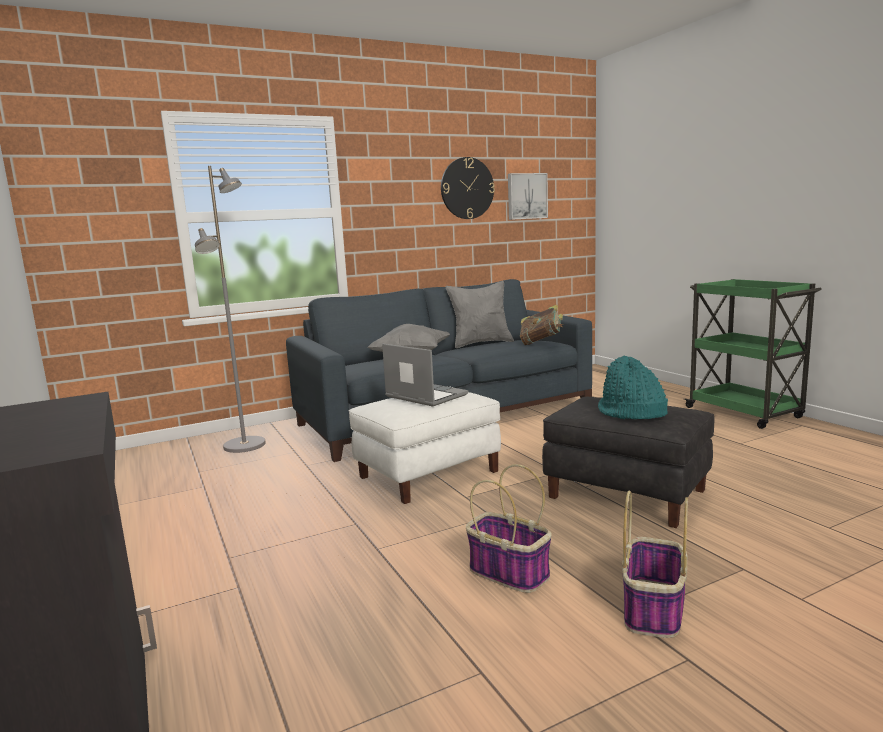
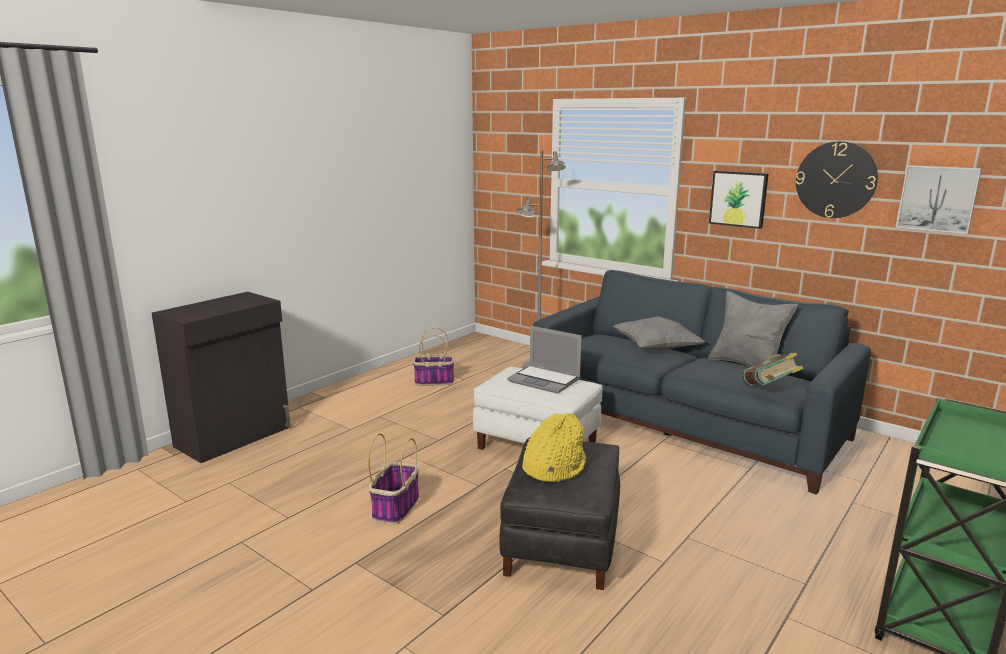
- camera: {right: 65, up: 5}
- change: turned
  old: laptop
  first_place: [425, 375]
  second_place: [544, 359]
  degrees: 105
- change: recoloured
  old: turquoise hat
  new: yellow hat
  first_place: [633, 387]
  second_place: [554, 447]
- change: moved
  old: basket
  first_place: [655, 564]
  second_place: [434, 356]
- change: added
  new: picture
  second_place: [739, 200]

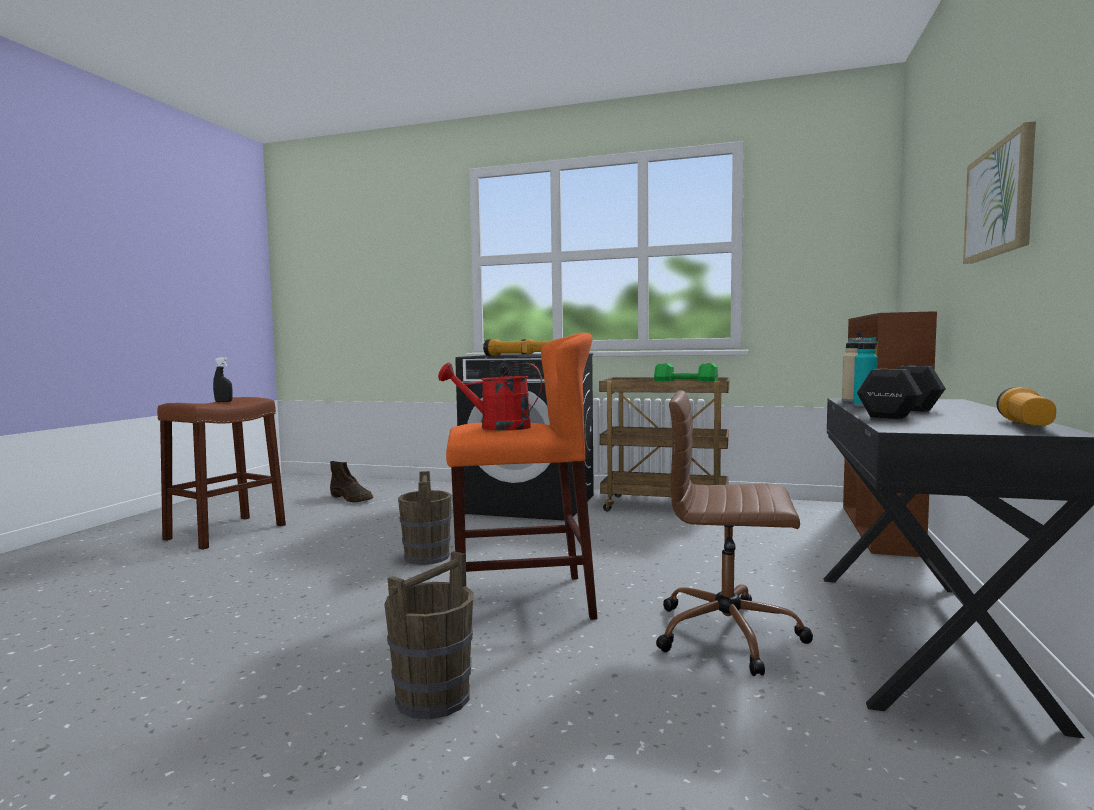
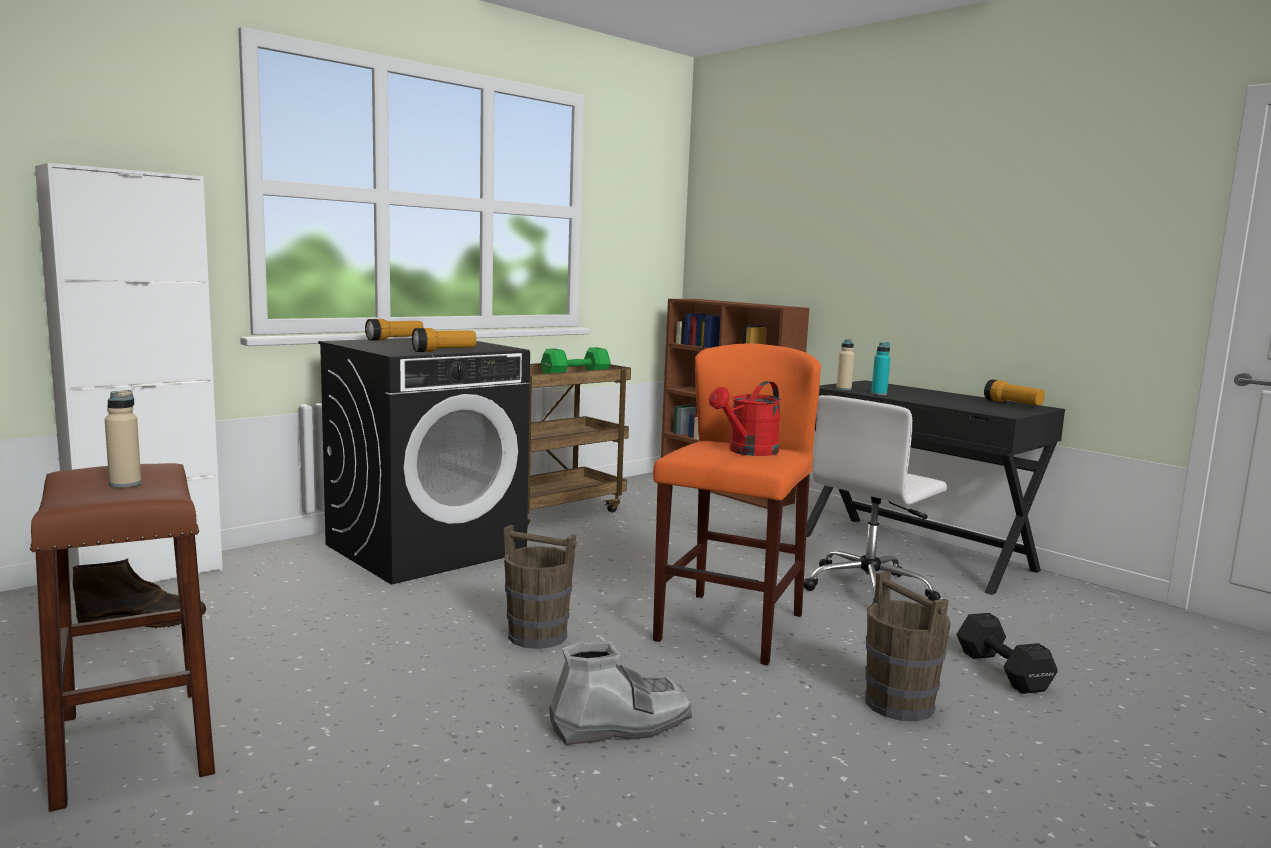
- camera: {right: -60, up: 5}
- change: replaced
  old: black spray bottle
  new: beige bottle
  first_place: [223, 379]
  second_place: [123, 439]
- change: recoloured
  old: brown office chair
  new: white office chair
  first_place: [734, 533]
  second_place: [875, 499]
- change: moved
  old: black dumbbell
  first_place: [901, 392]
  second_place: [1007, 653]
- change: removed
  old: picture
  first_place: [999, 192]
- change: added
  new: white cabinet
  second_place: [129, 374]
- change: added
  new: grey boot
  second_place: [620, 693]

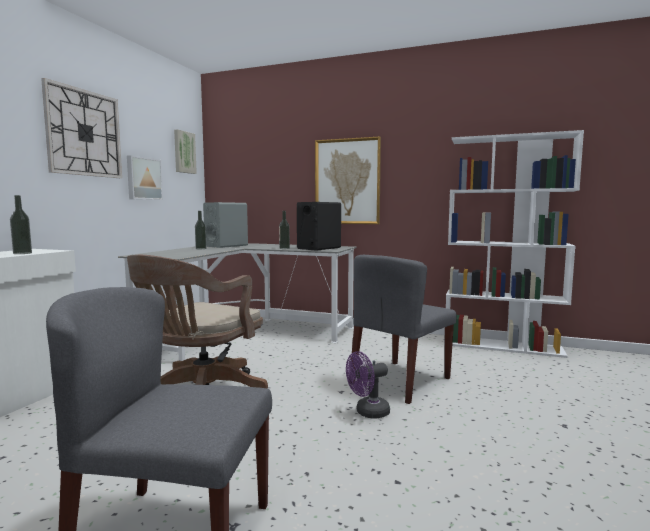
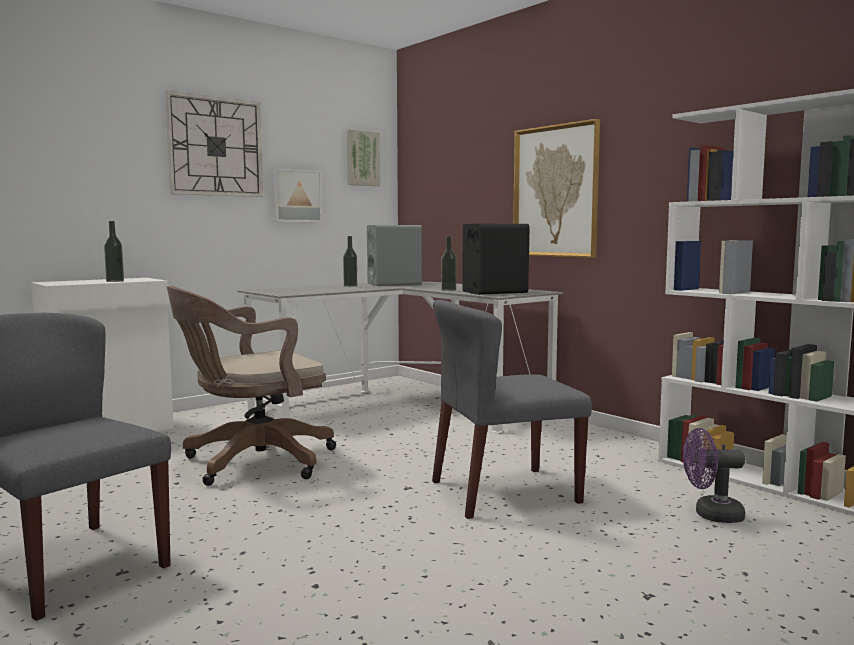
- camera: {right: 30, up: 0}
- change: moved
  old: purple fan
  first_place: [368, 385]
  second_place: [714, 475]

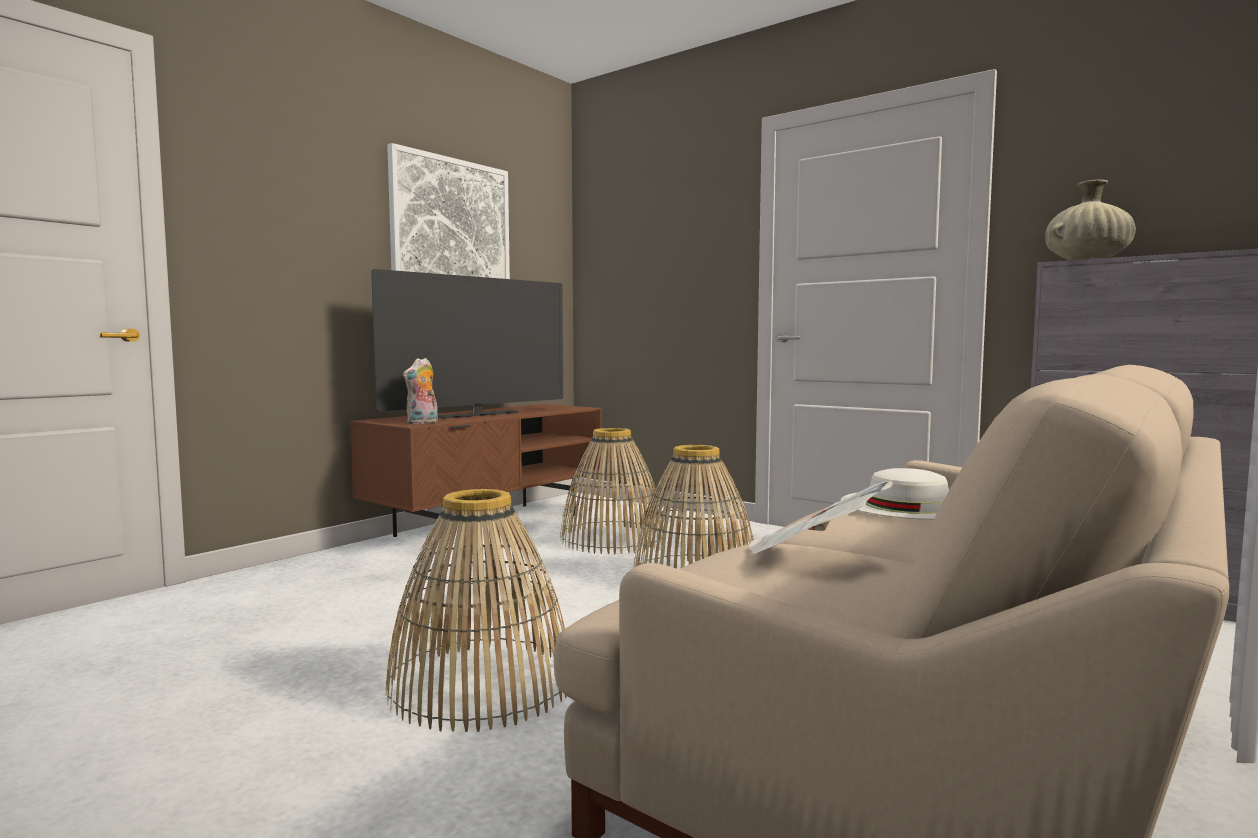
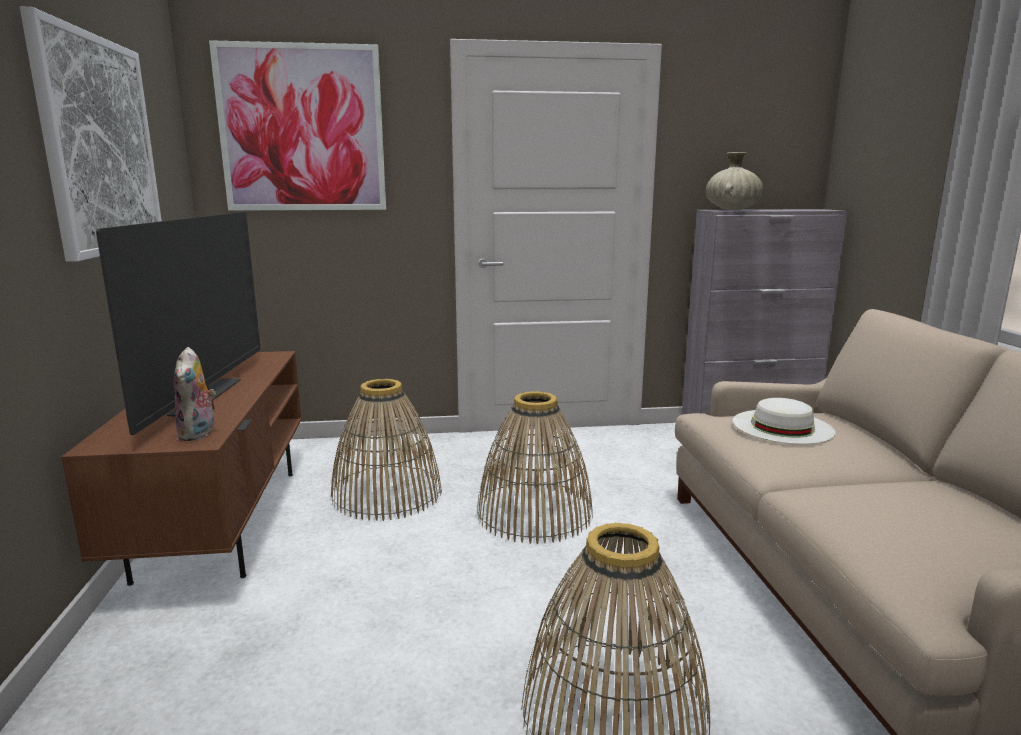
- camera: {right: -45, up: 10}
- change: removed
  old: newspaper
  first_place: [821, 518]
- change: added
  new: picture
  second_place: [297, 125]

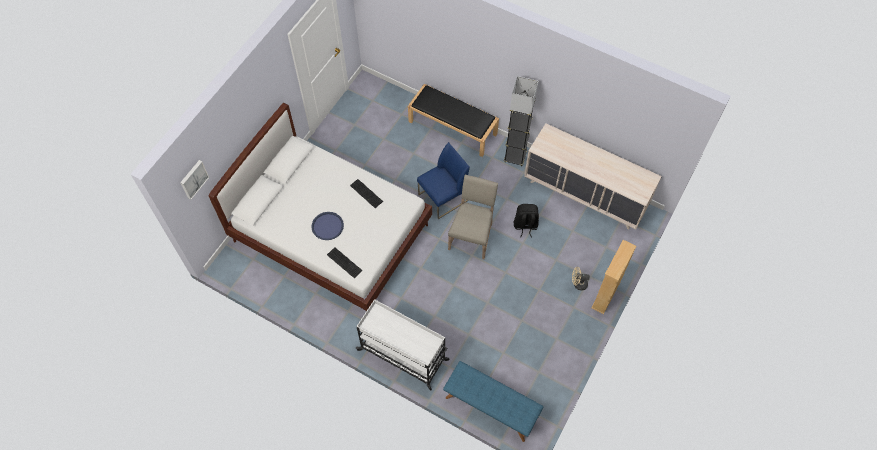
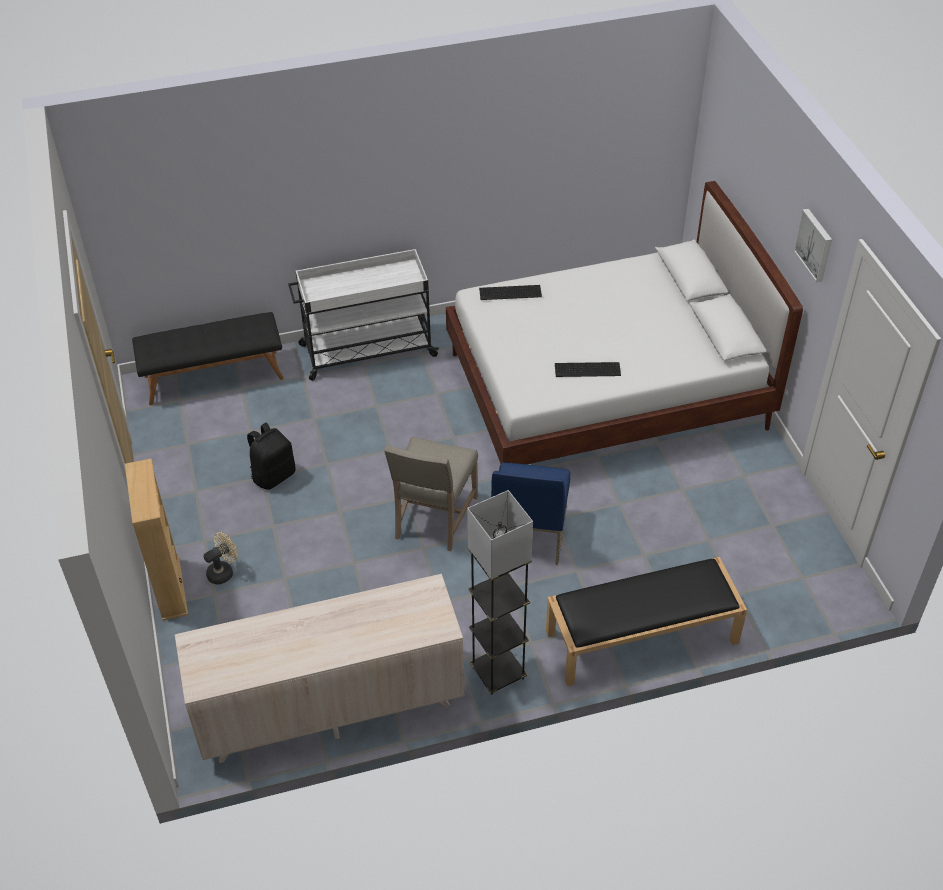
- camera: {right: 135, up: -15}
- change: moved
  old: picture
  first_place: [194, 180]
  second_place: [813, 245]
- change: removed
  old: blue tray
  first_place: [327, 226]
- change: recoloured
  old: blue bench
  new: black bench
  first_place: [493, 401]
  second_place: [208, 358]
- change: turned
  old: beige chair
  first_place: [473, 216]
  second_place: [431, 494]
  degrees: 45
- change: moved
  old: black backpack
  first_place: [526, 221]
  second_place: [271, 456]

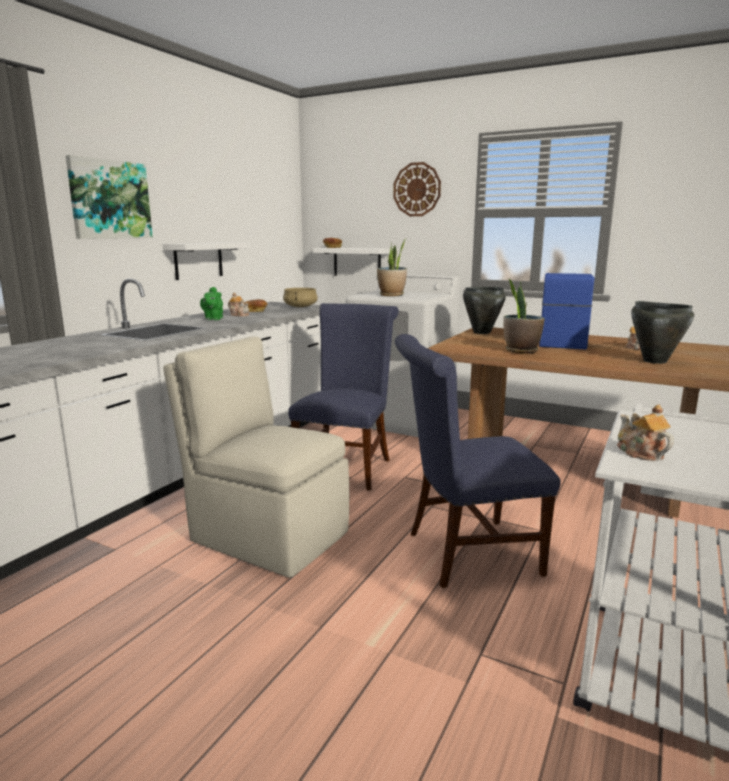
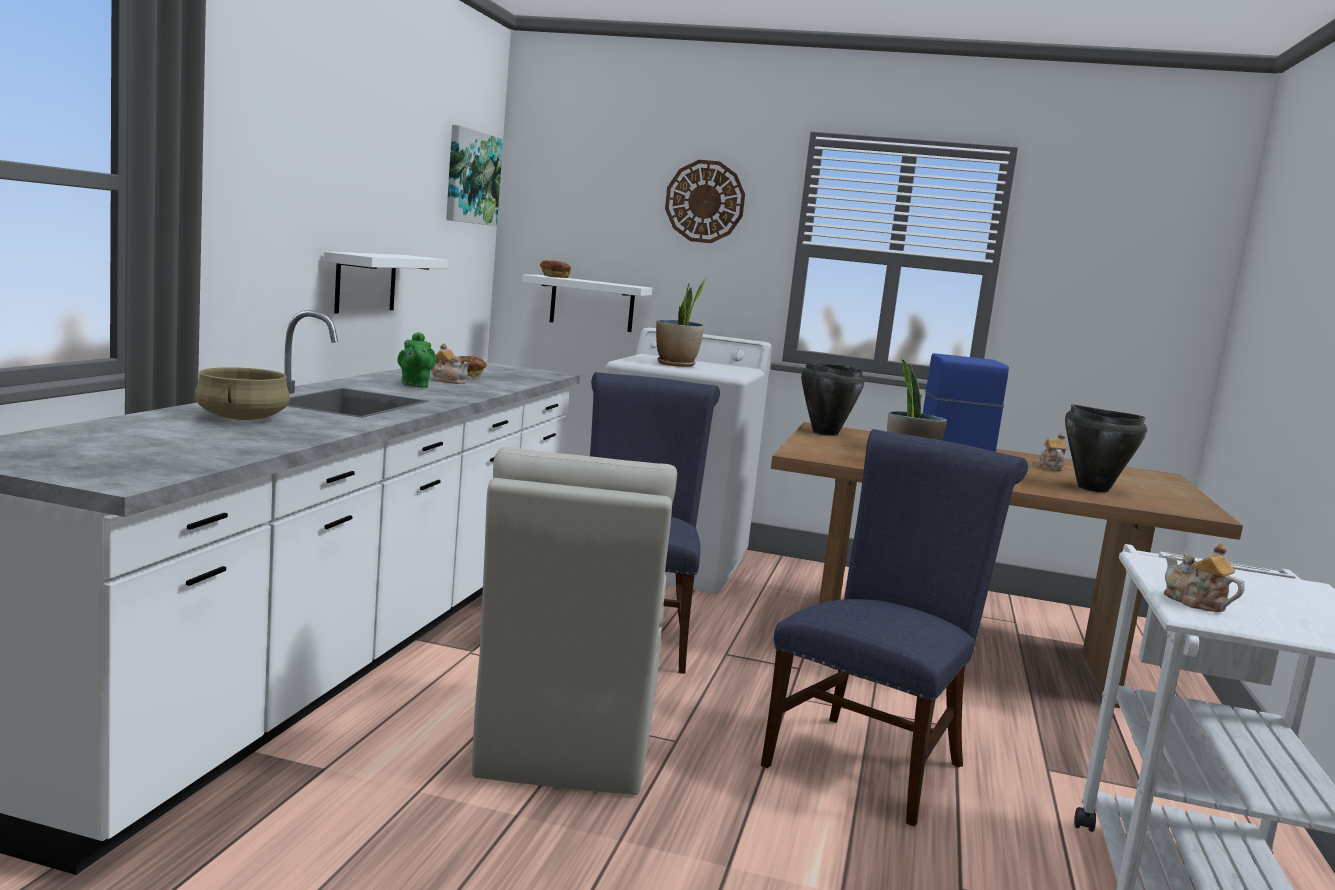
- camera: {right: -15, up: -5}
- change: moved
  old: picture
  first_place: [109, 197]
  second_place: [474, 175]
- change: turned
  old: beige chair
  first_place: [256, 457]
  second_place: [574, 621]
  degrees: -105
- change: moved
  old: beige cooking pot
  first_place: [300, 297]
  second_place: [242, 393]
- change: turned
  old: blue chair
  first_place: [478, 461]
  second_place: [894, 627]
  degrees: 150

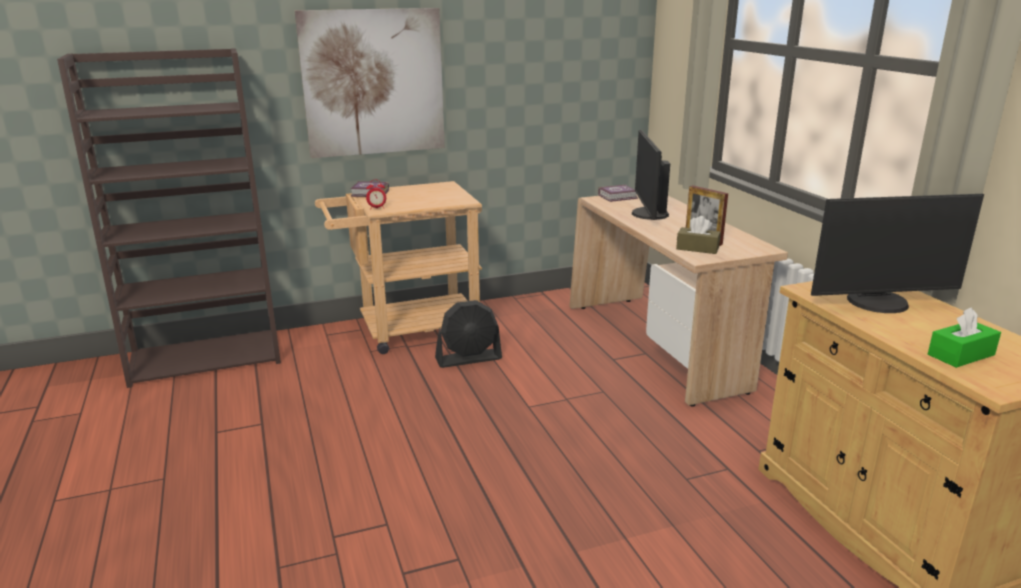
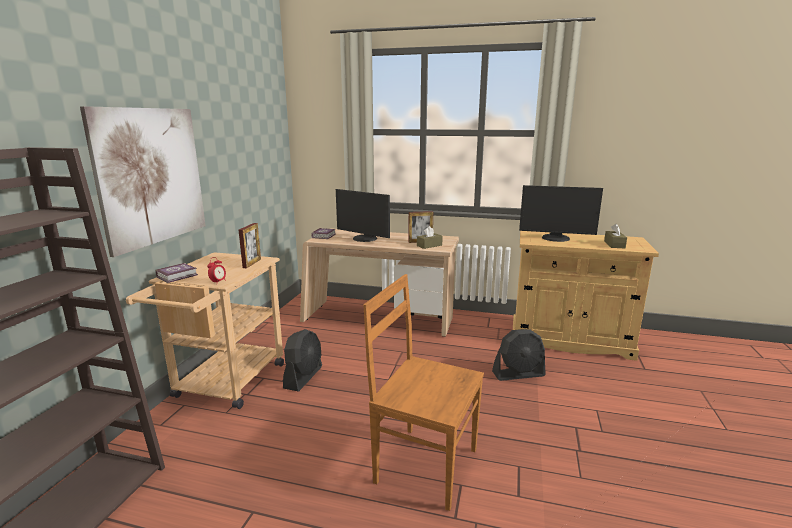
- camera: {right: -55, up: -5}
- change: turned
  old: monitor
  first_place: [897, 253]
  second_place: [561, 213]
  degrees: 75
- change: recoloured
  old: green tissue box
  new: brown tissue box
  first_place: [964, 337]
  second_place: [615, 236]
- change: added
  new: picture frame
  second_place: [250, 245]
- change: added
  new: brown chair
  second_place: [423, 392]
- change: added
  new: black fan
  second_place: [519, 355]

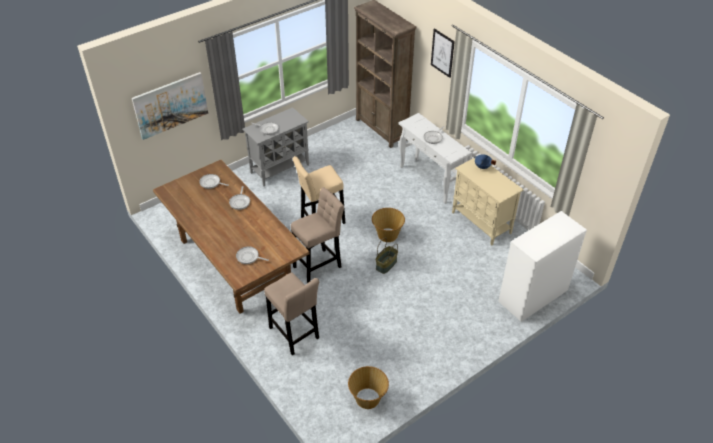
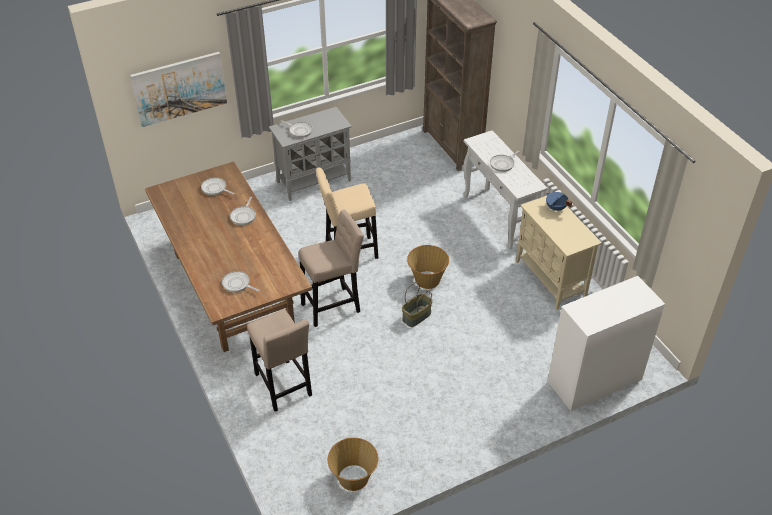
- camera: {right: 10, up: 0}
- change: removed
  old: picture
  first_place: [443, 53]

